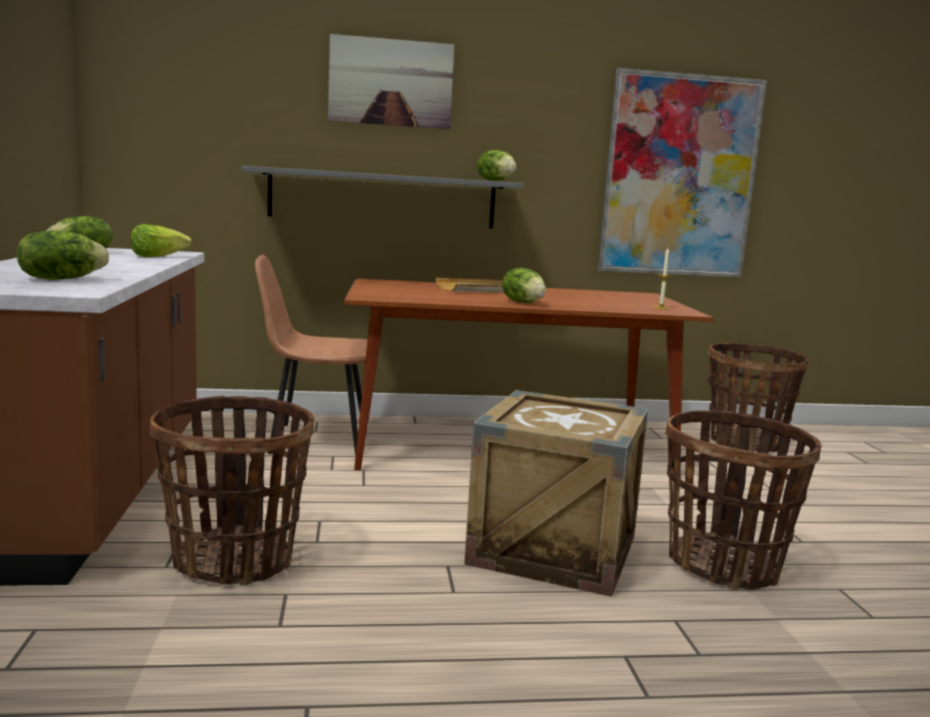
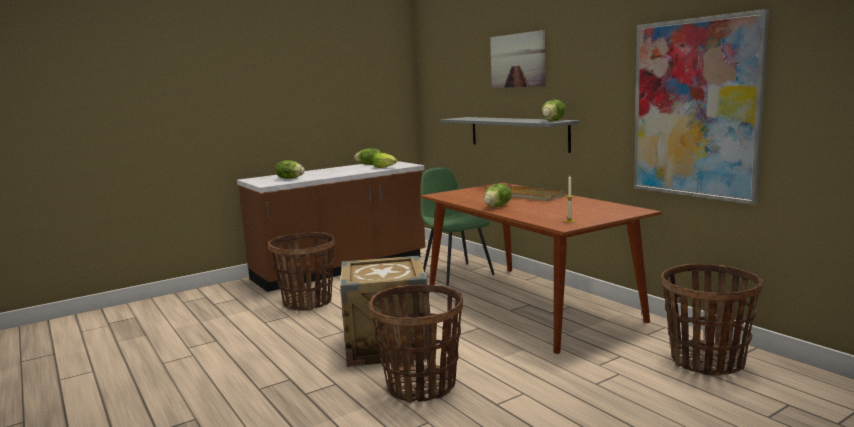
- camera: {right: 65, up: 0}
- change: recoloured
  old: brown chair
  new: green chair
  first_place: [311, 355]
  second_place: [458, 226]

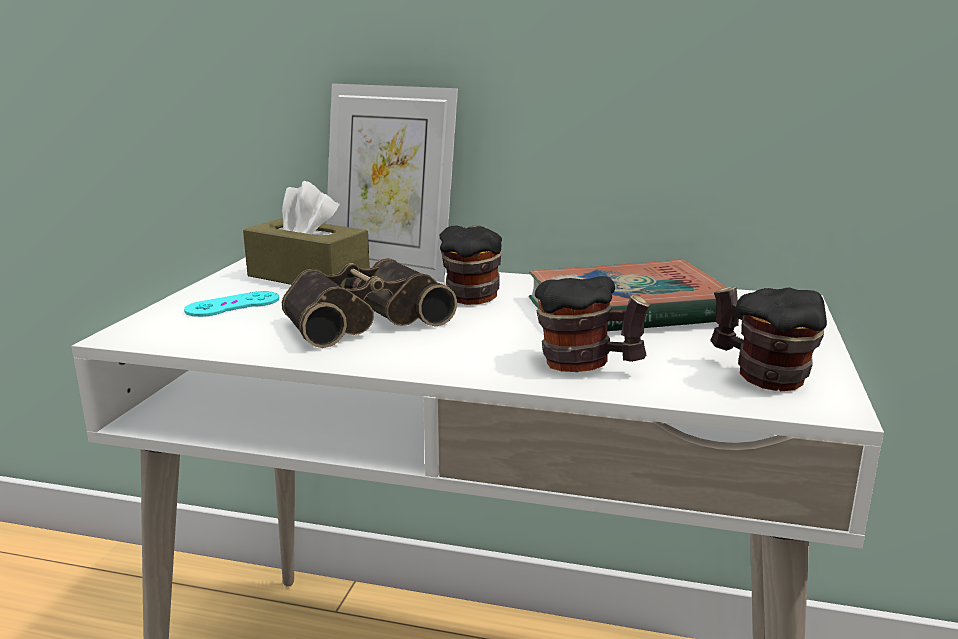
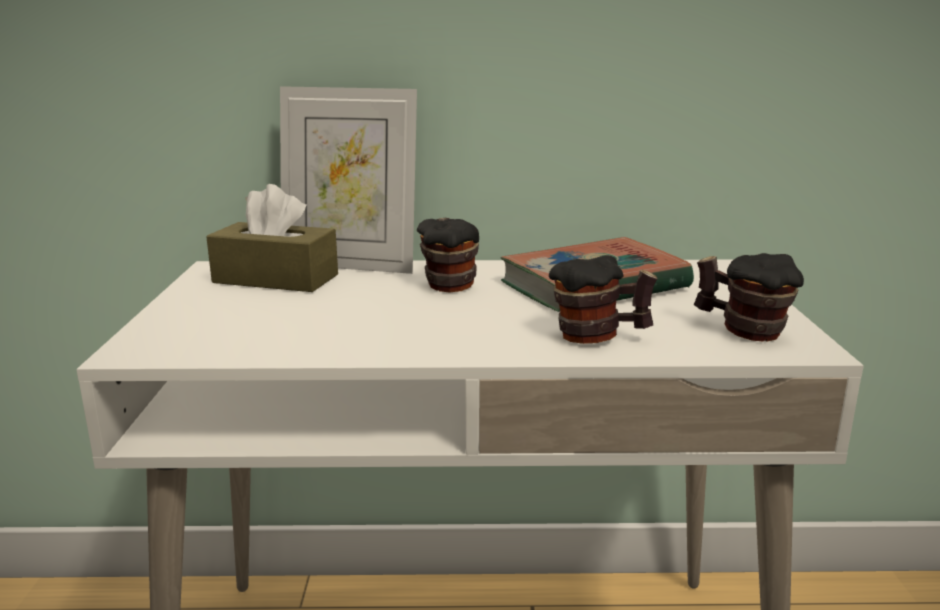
- camera: {right: -15, up: 0}
- change: removed
  old: turquoise game controller
  first_place: [231, 304]
- change: removed
  old: binoculars
  first_place: [369, 303]

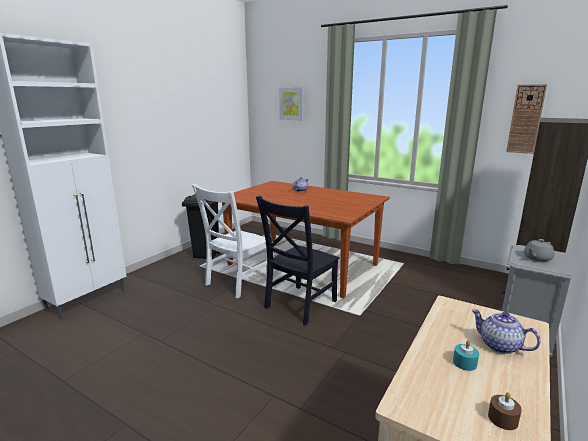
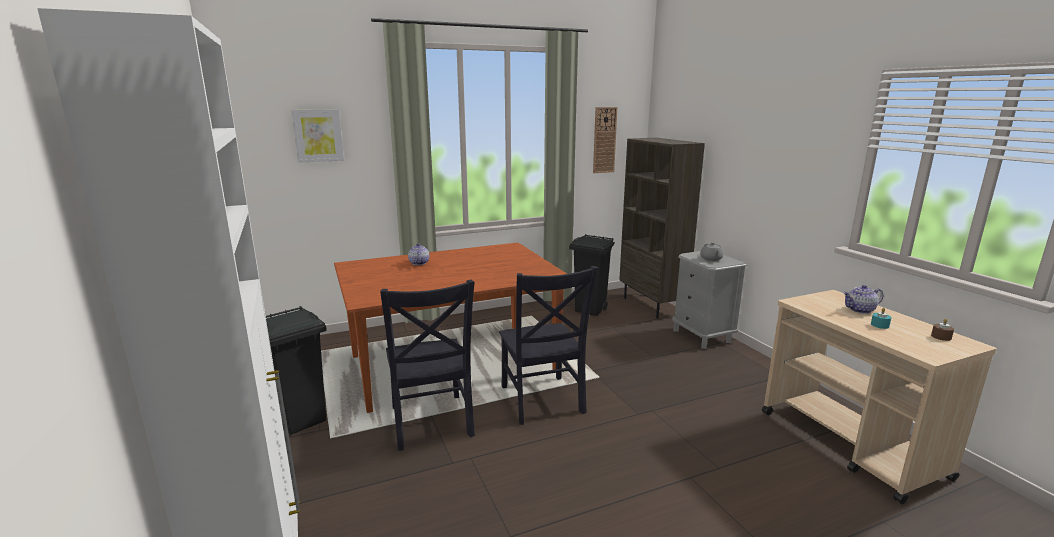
- camera: {right: -55, up: 0}
- change: recoloured
  old: white chair
  new: black chair
  first_place: [229, 241]
  second_place: [427, 365]
- change: added
  new: black trash can
  second_place: [592, 275]

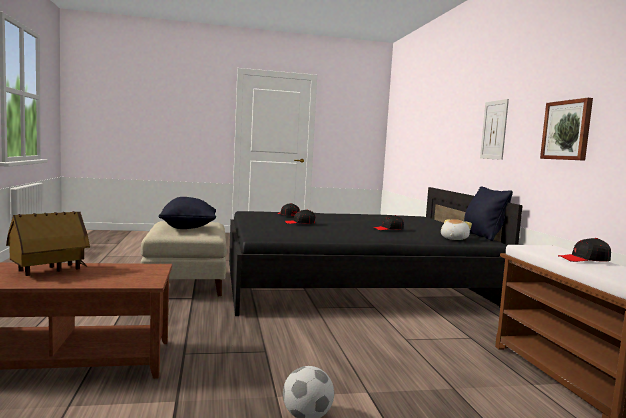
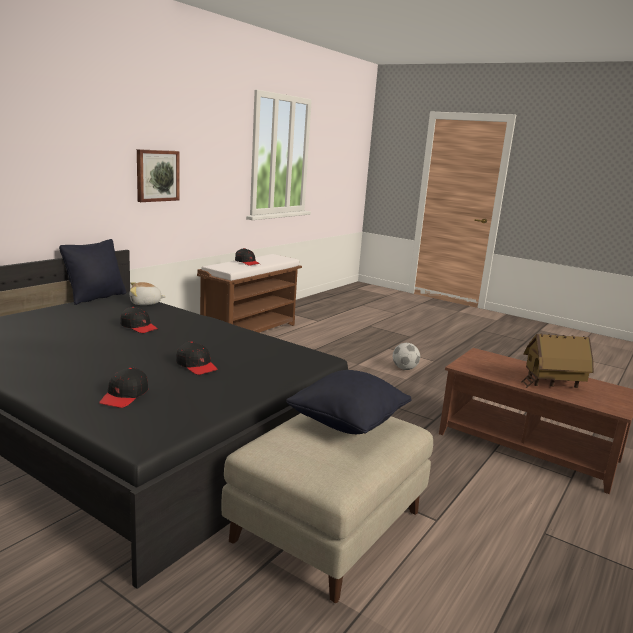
- camera: {right: -135, up: 10}
- change: removed
  old: picture
  first_place: [494, 129]

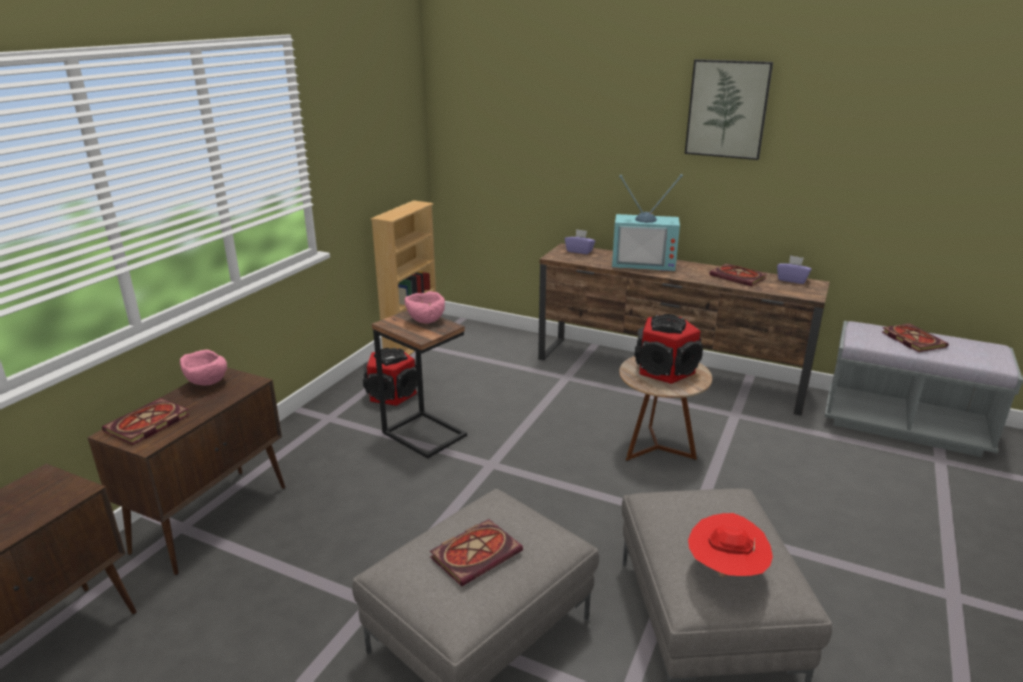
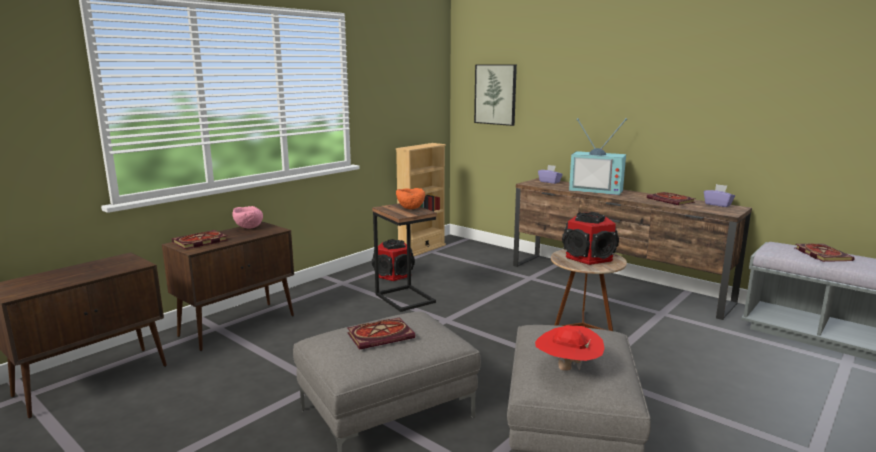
- camera: {right: 15, up: -10}
- change: recoloured
  old: pink bowl
  new: orange bowl
  first_place: [424, 307]
  second_place: [410, 198]
- change: moved
  old: picture
  first_place: [729, 109]
  second_place: [495, 95]

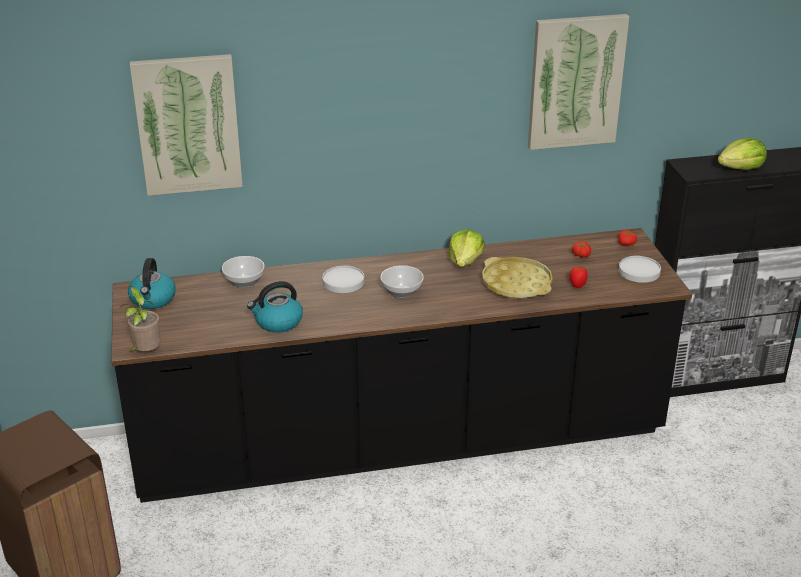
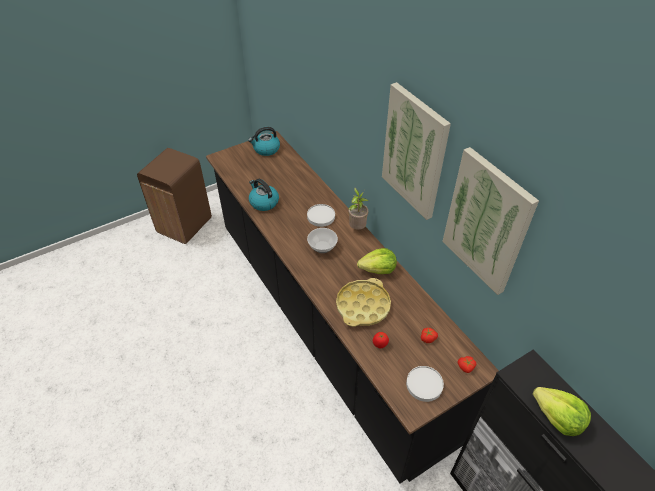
- camera: {right: 70, up: 15}
- change: moved
  old: potted plant
  first_place: [140, 319]
  second_place: [358, 209]
- change: moved
  old: picture
  first_place: [186, 125]
  second_place: [416, 151]
- change: removed
  old: bowl
  first_place: [243, 272]

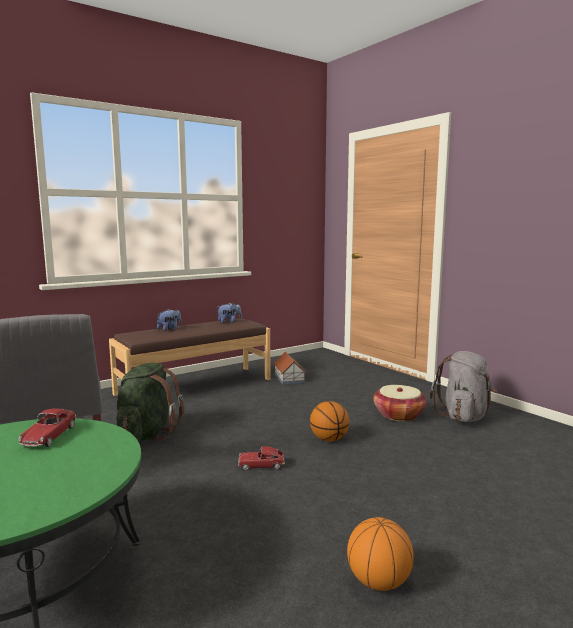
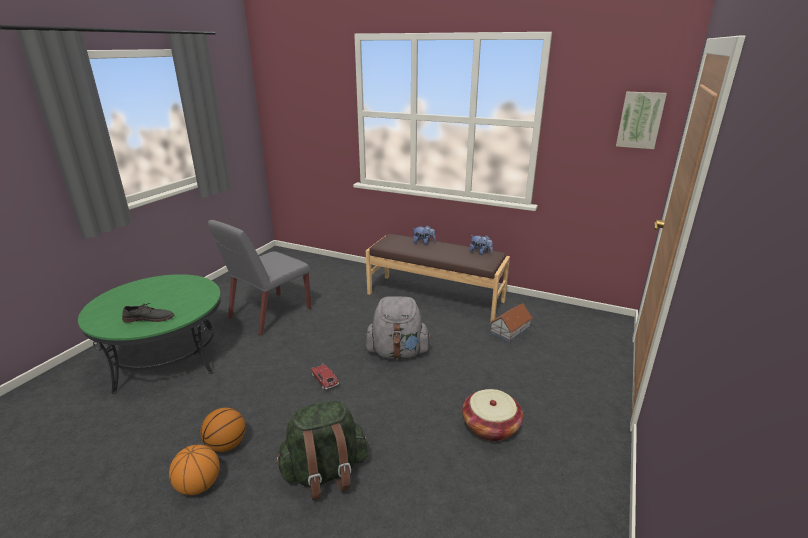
- camera: {right: 60, up: 15}
- change: removed
  old: toy car
  first_place: [47, 428]
- change: moved
  old: green backpack
  first_place: [150, 402]
  second_place: [321, 450]
- change: moved
  old: basketball
  first_place: [329, 421]
  second_place: [223, 430]
- change: moved
  old: grey backpack
  first_place: [463, 386]
  second_place: [398, 327]
- change: added
  new: grey shoe
  second_place: [148, 313]
- change: added
  new: picture
  second_place: [641, 120]

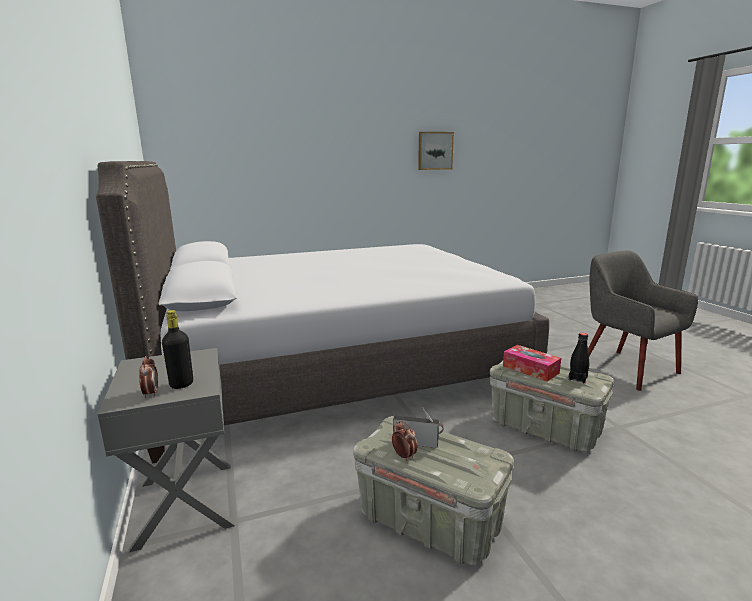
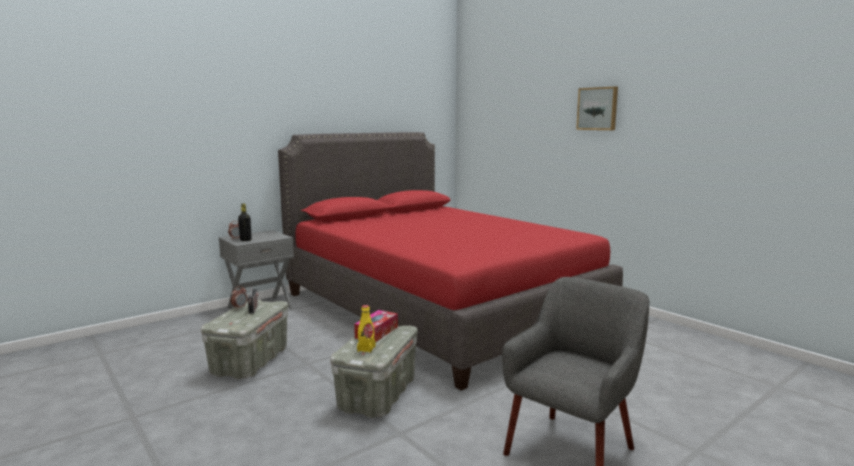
- camera: {right: 70, up: -5}
- change: recoloured
  old: grey bed
  new: red bed
  first_place: [322, 312]
  second_place: [450, 261]
- change: moved
  old: picture
  first_place: [436, 151]
  second_place: [597, 108]
- change: recoloured
  old: black bottle
  new: yellow bottle
  first_place: [578, 358]
  second_place: [366, 329]

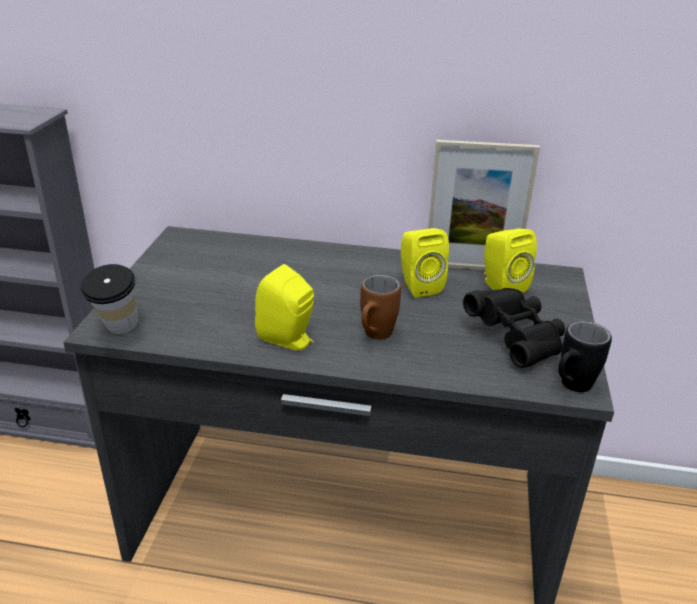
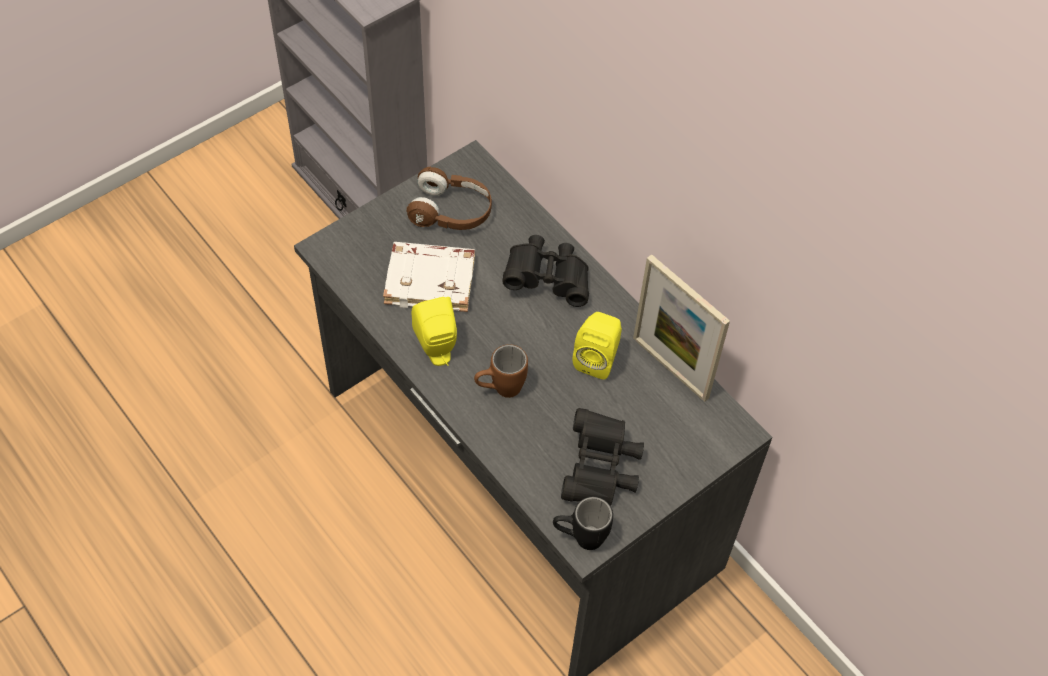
- camera: {right: 40, up: 25}
- change: removed
  old: cup
  first_place: [109, 299]
- change: removed
  old: yellow speaker
  first_place: [510, 260]
- change: added
  new: white book
  second_place: [429, 277]
- change: added
  new: brown headphones
  second_place: [449, 198]
- change: added
  new: black binoculars
  second_place: [545, 271]

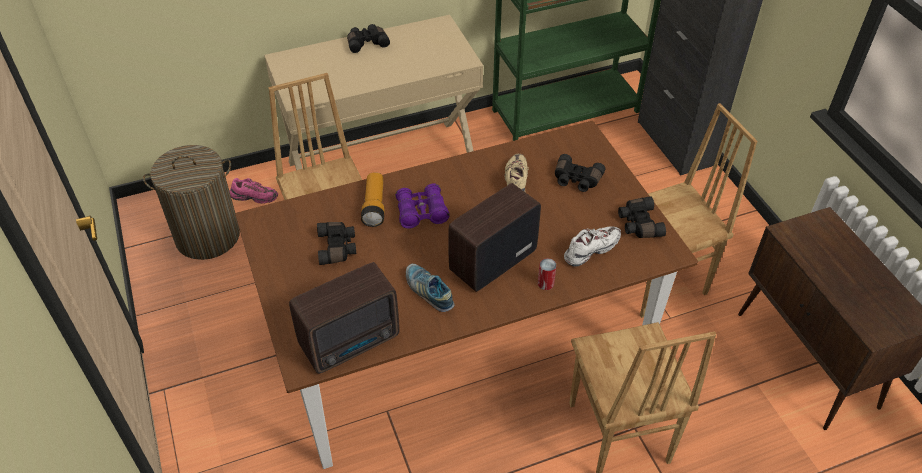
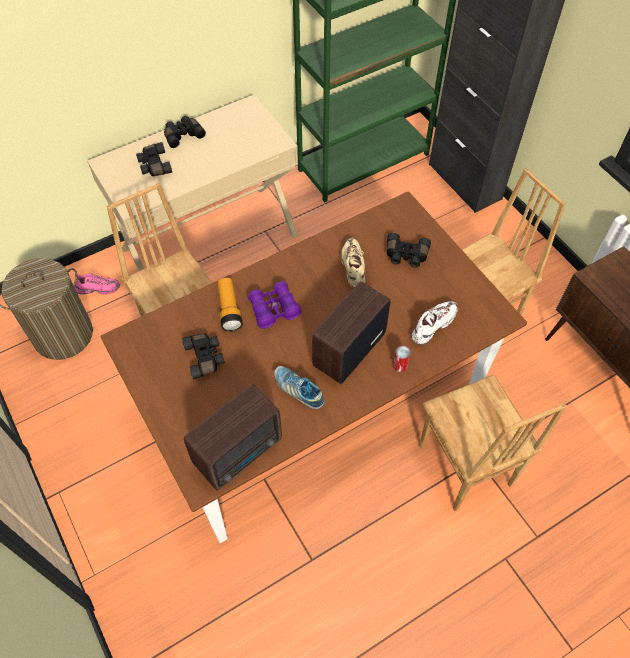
- camera: {right: -10, up: 10}
- change: moved
  old: black binoculars
  first_place: [642, 217]
  second_place: [154, 159]

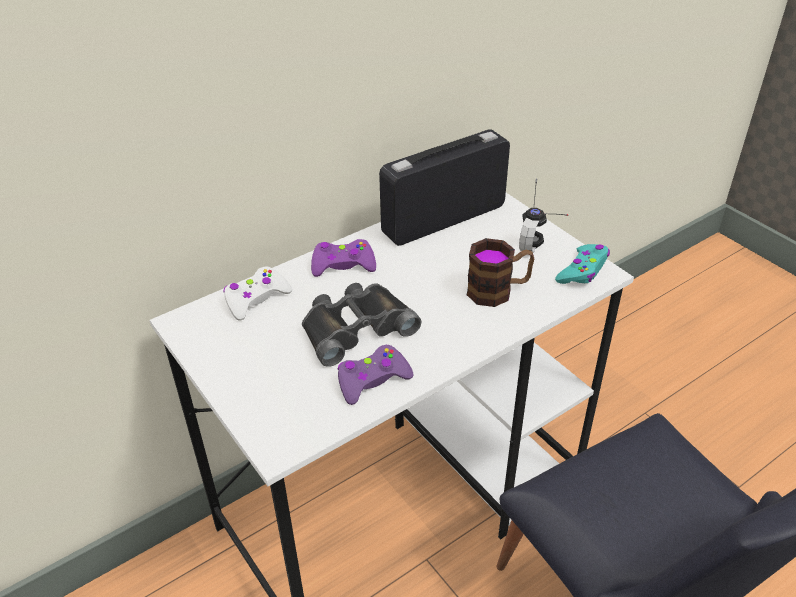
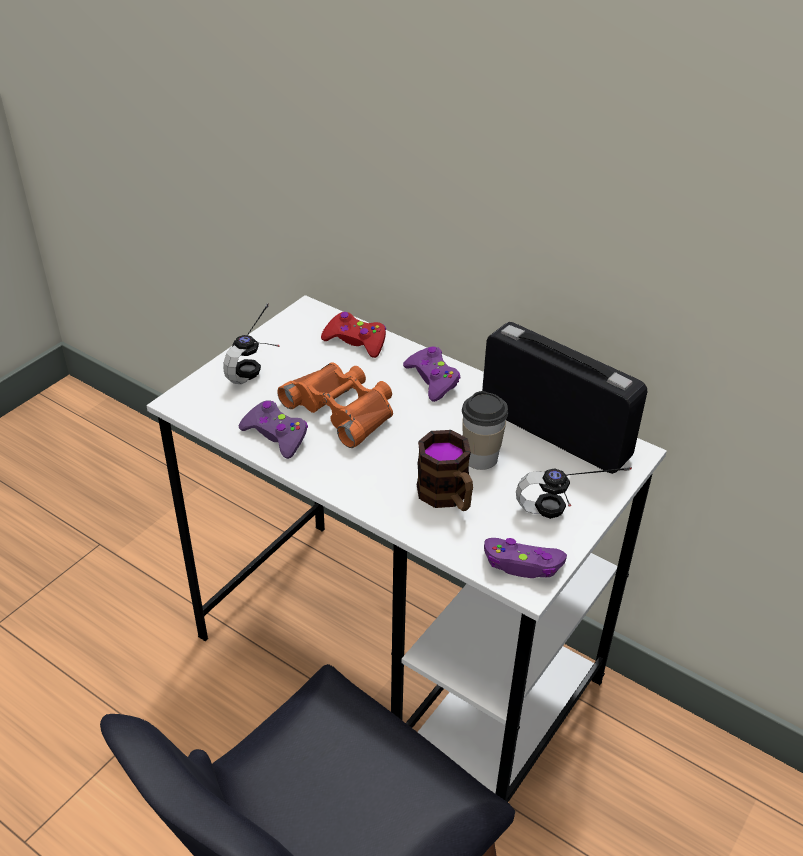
- camera: {right: 70, up: 0}
- change: recoloured
  old: white game controller
  new: red game controller
  first_place: [257, 294]
  second_place: [353, 335]
- change: recoloured
  old: black binoculars
  new: orange binoculars
  first_place: [361, 325]
  second_place: [335, 405]
- change: recoloured
  old: turquoise game controller
  new: purple game controller
  first_place: [582, 264]
  second_place: [525, 558]
- change: added
  new: headphones
  second_place: [251, 343]
- change: added
  new: cup
  second_place: [485, 430]

